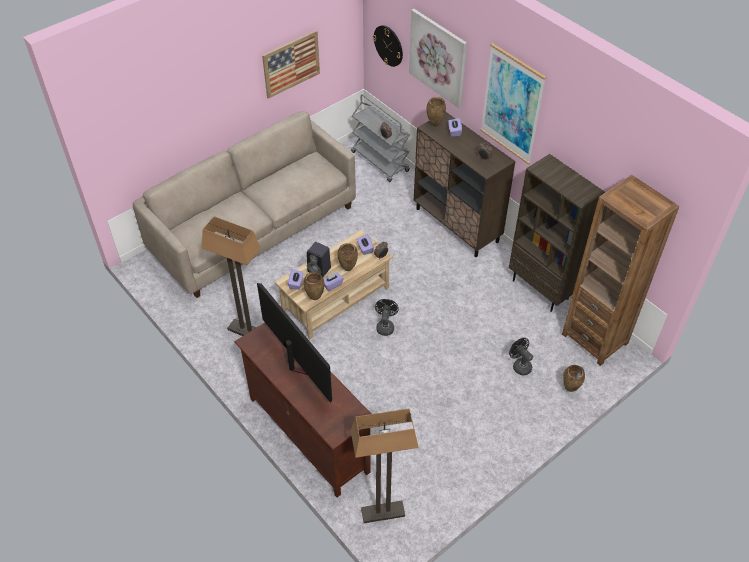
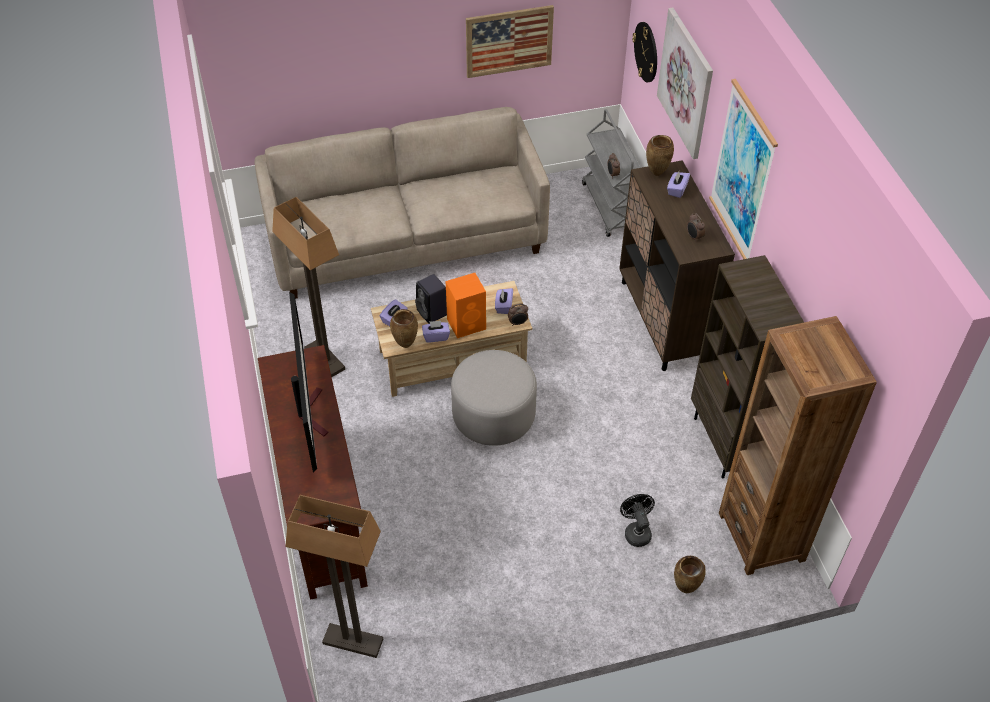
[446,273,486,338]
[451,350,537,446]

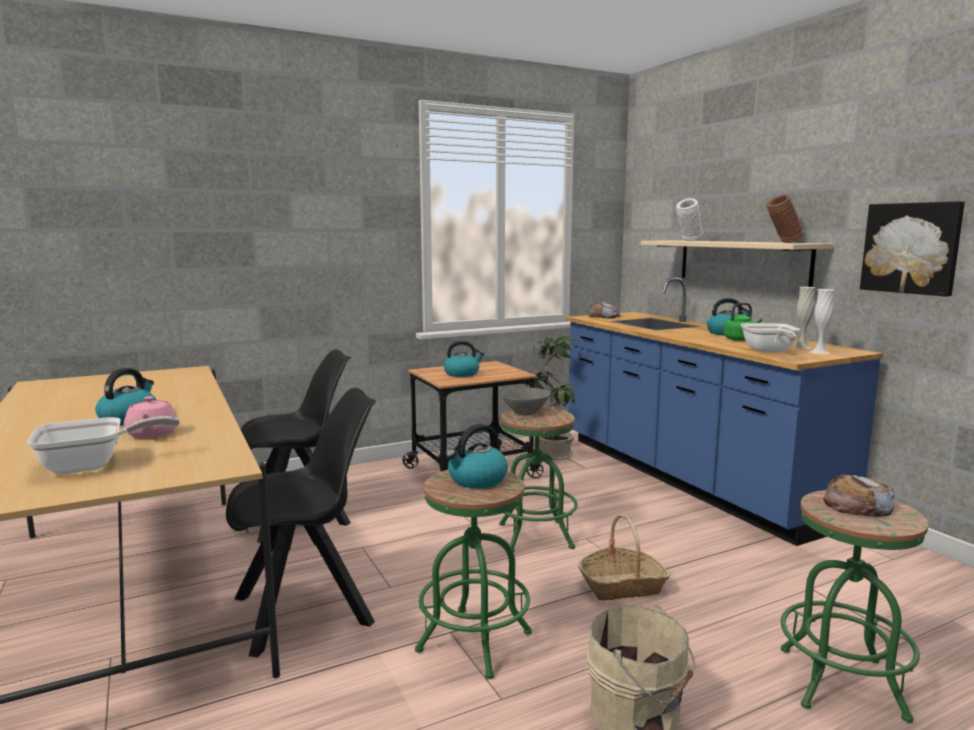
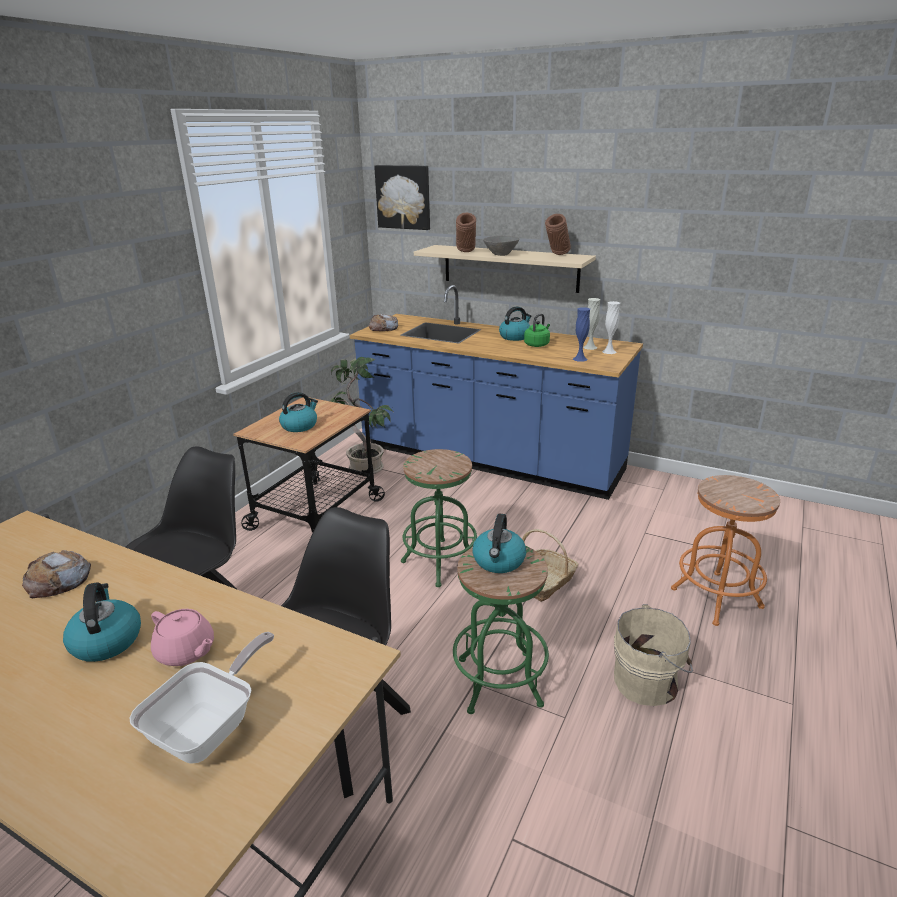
[456,213,476,252]
[374,165,430,230]
[573,307,590,362]
[483,236,520,256]
[22,550,91,598]
[671,475,780,626]

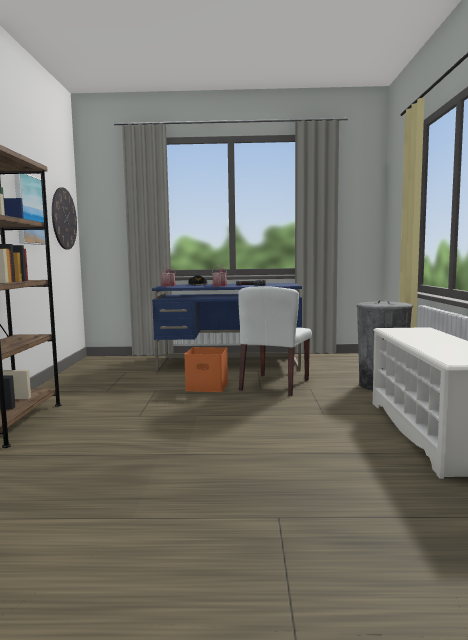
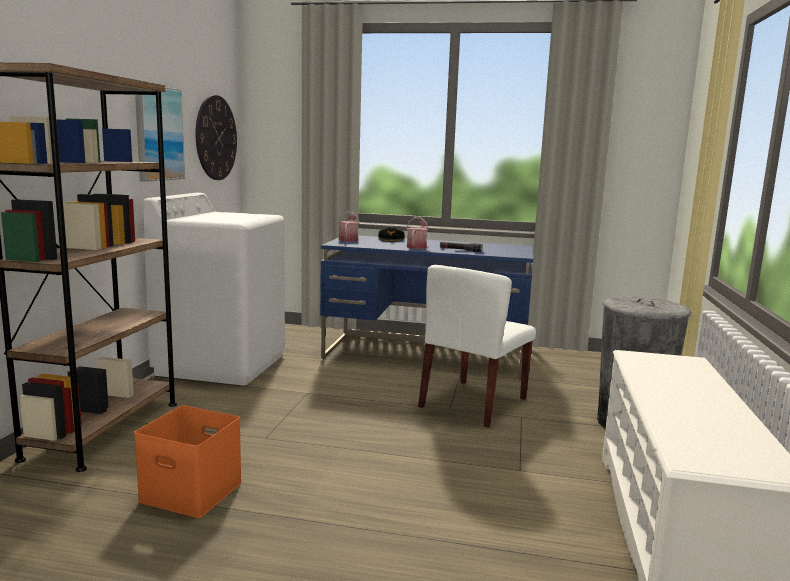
[134,405,242,518]
[143,193,285,385]

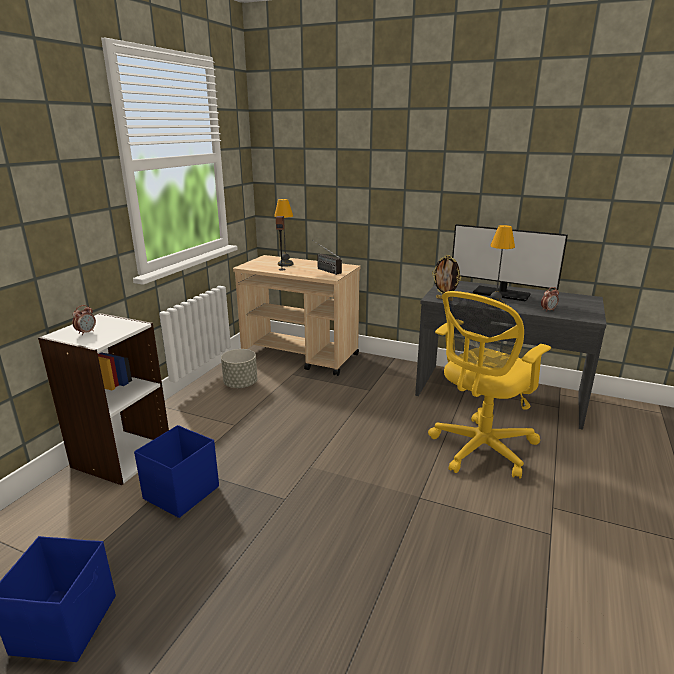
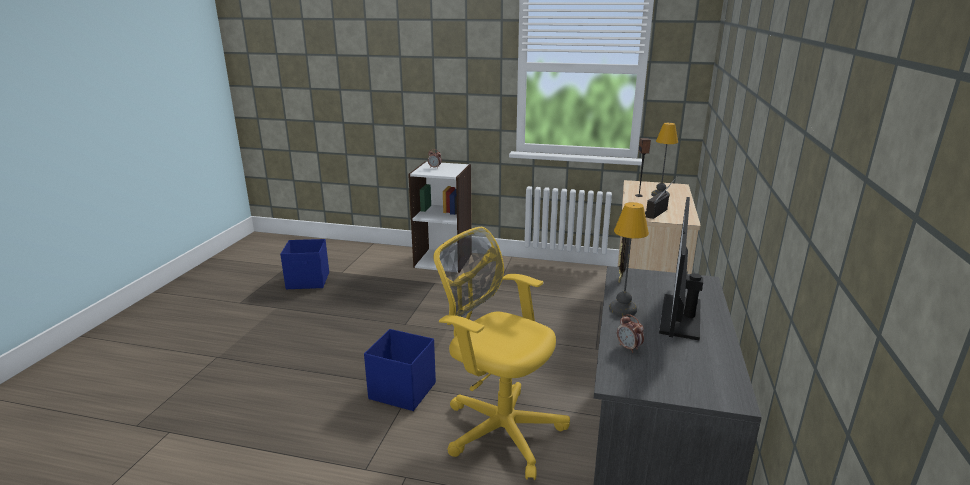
[221,349,257,388] (first image)
[364,329,436,411]

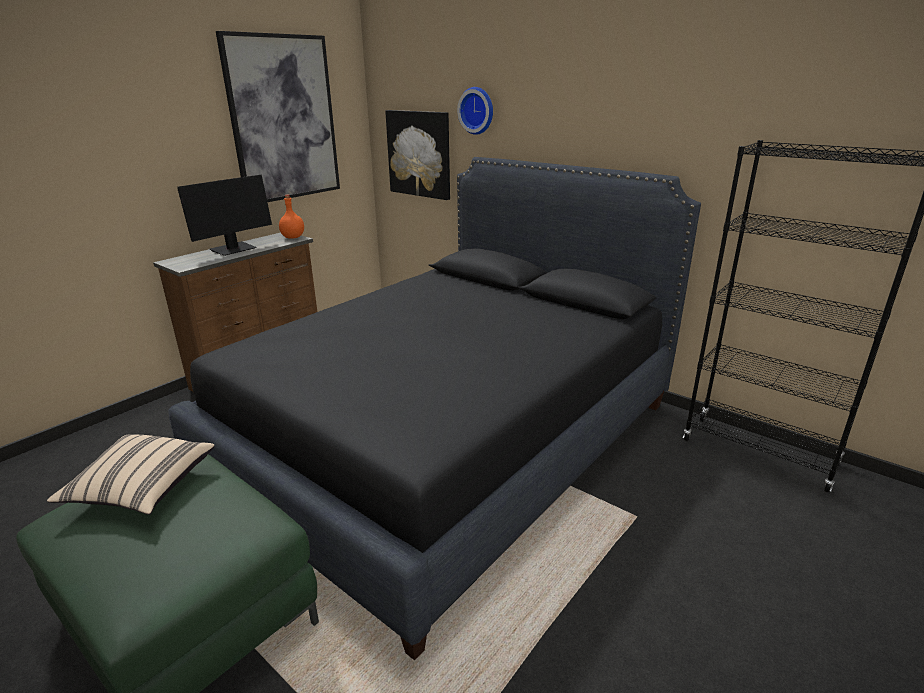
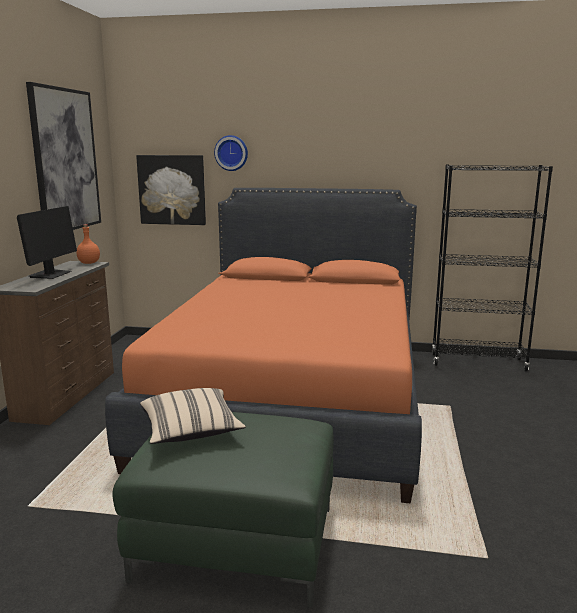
[105,188,422,504]

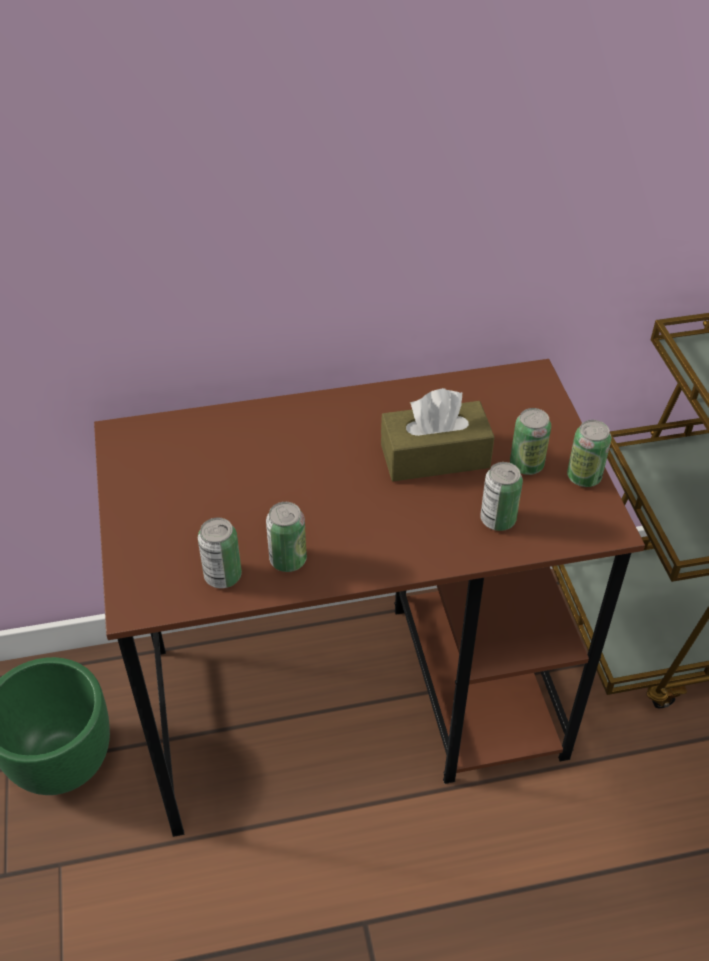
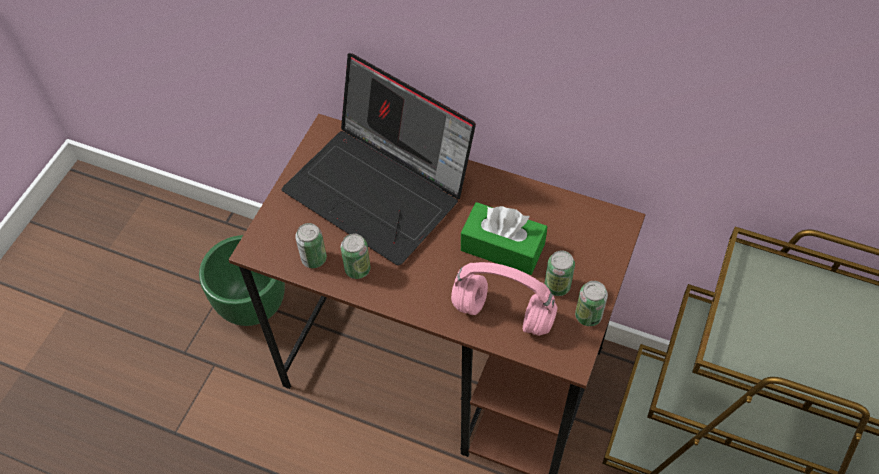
[461,202,547,275]
[451,262,558,336]
[282,53,476,265]

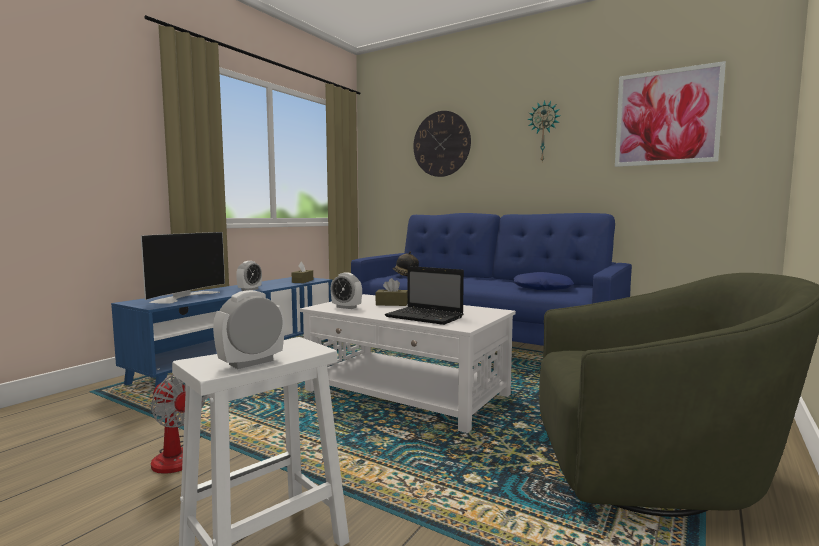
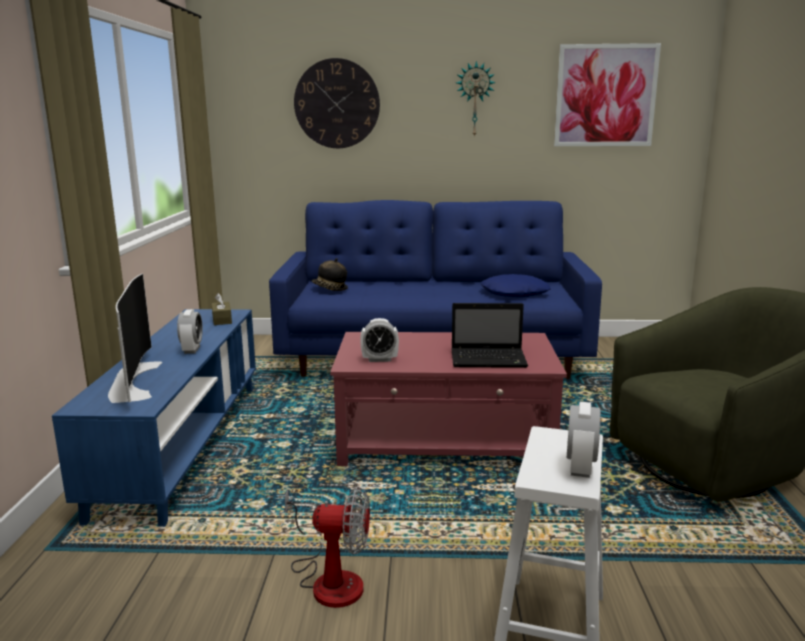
[375,278,407,306] (first image)
[330,332,567,466]

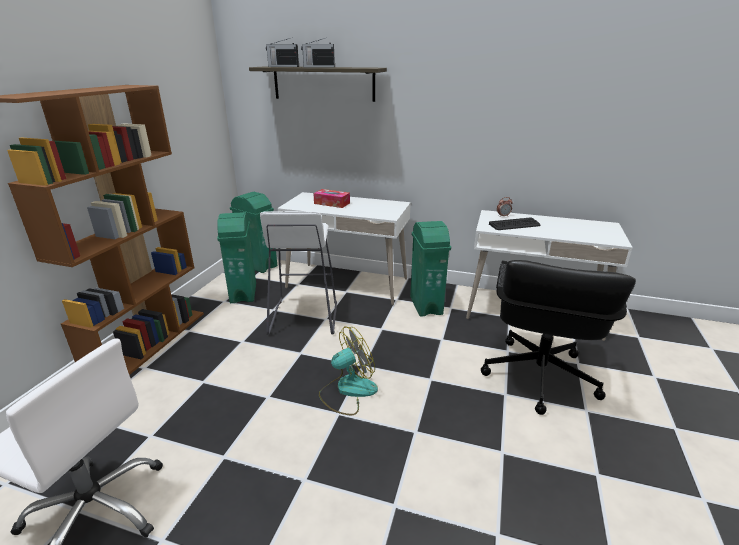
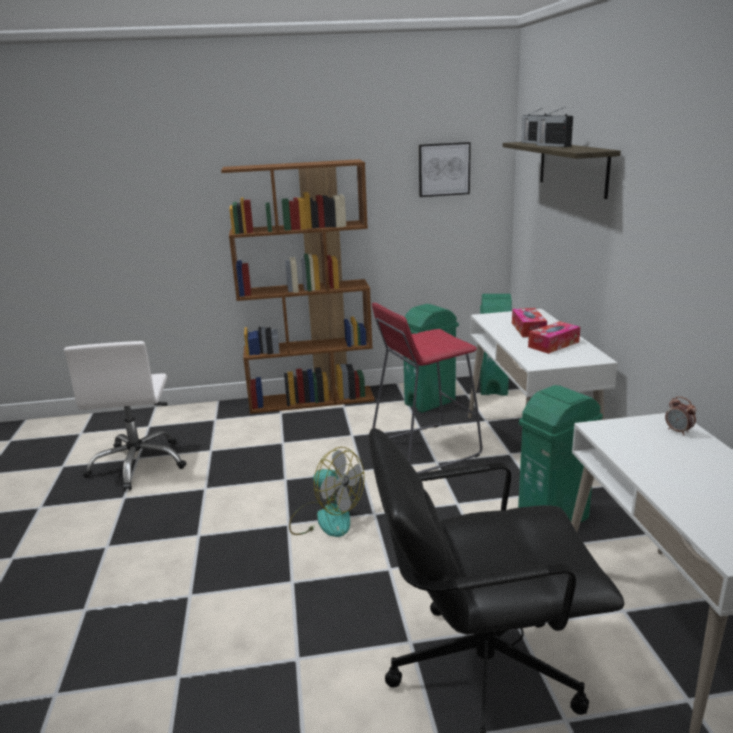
[372,303,483,474]
[489,217,540,230] (first image)
[419,142,471,197]
[528,321,580,354]

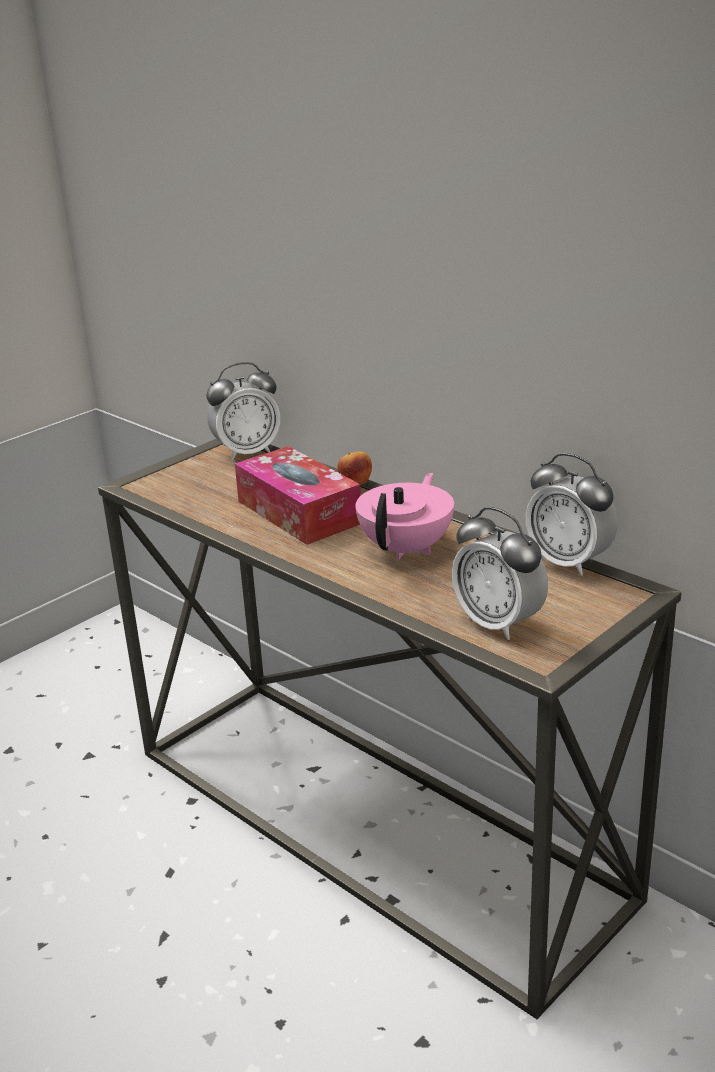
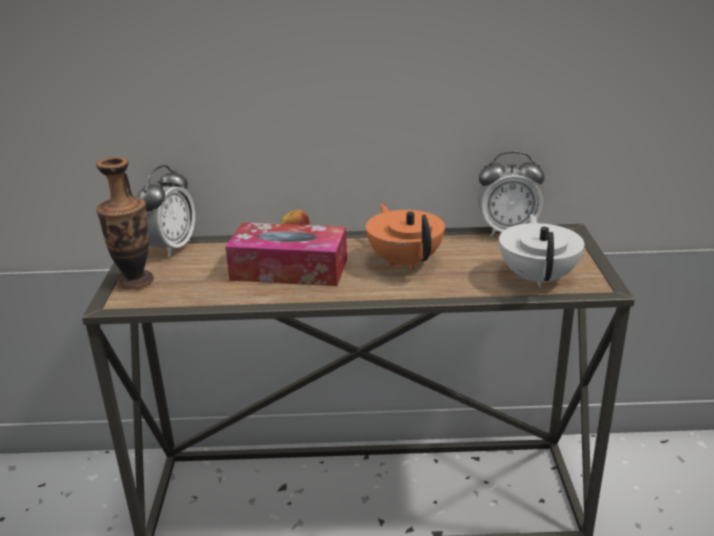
[366,203,445,270]
[499,214,584,288]
[96,157,154,290]

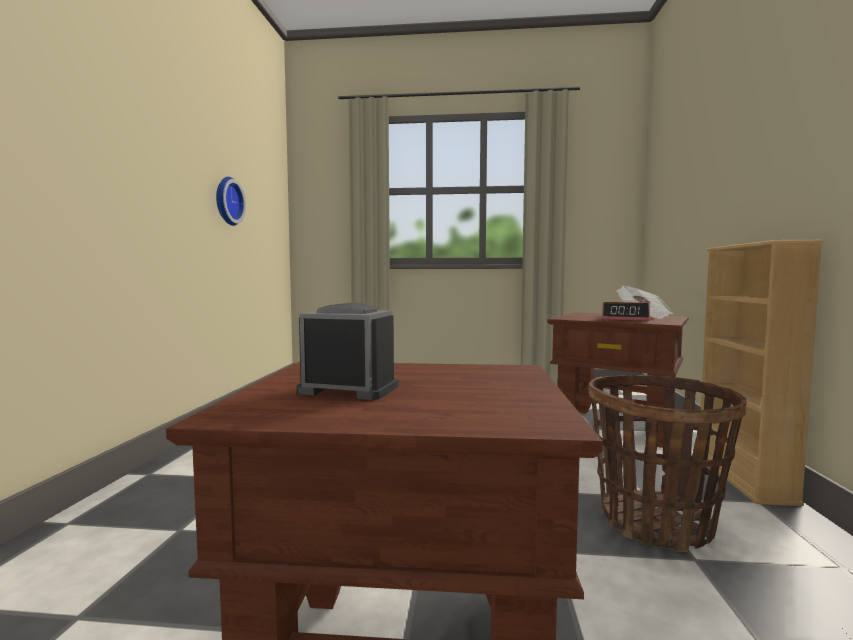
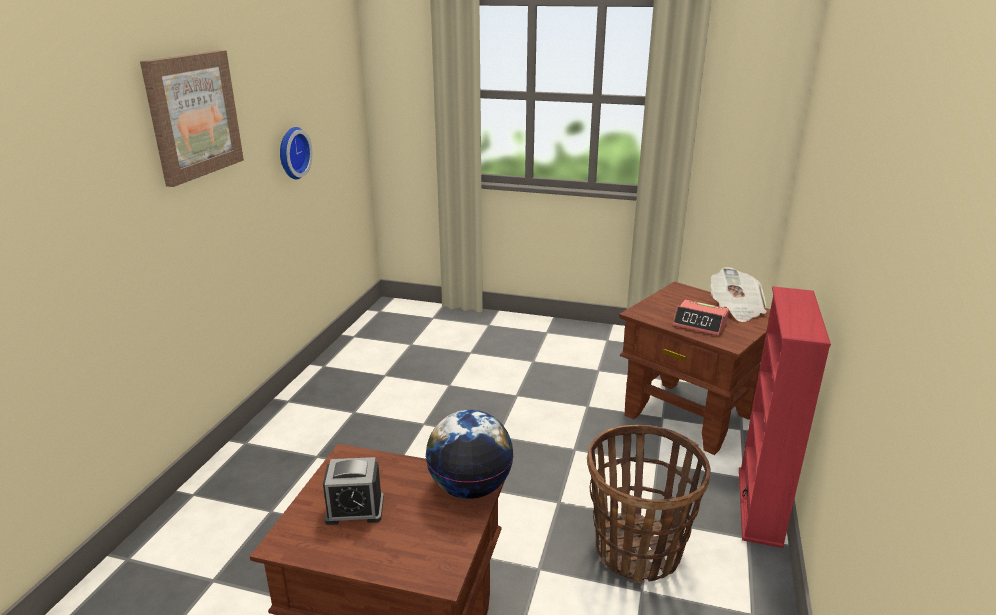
[739,287,831,548]
[323,457,384,525]
[140,50,244,187]
[426,410,514,499]

